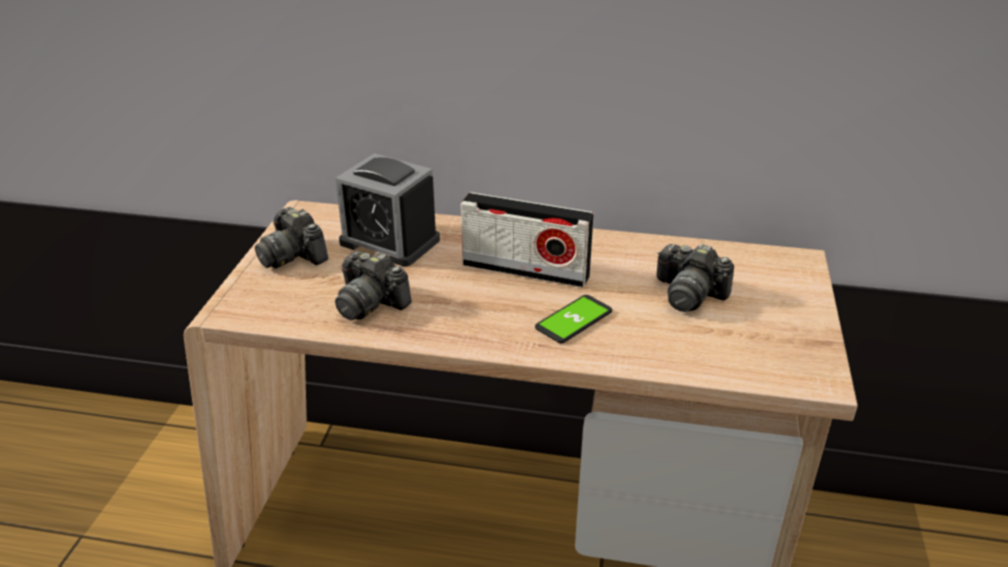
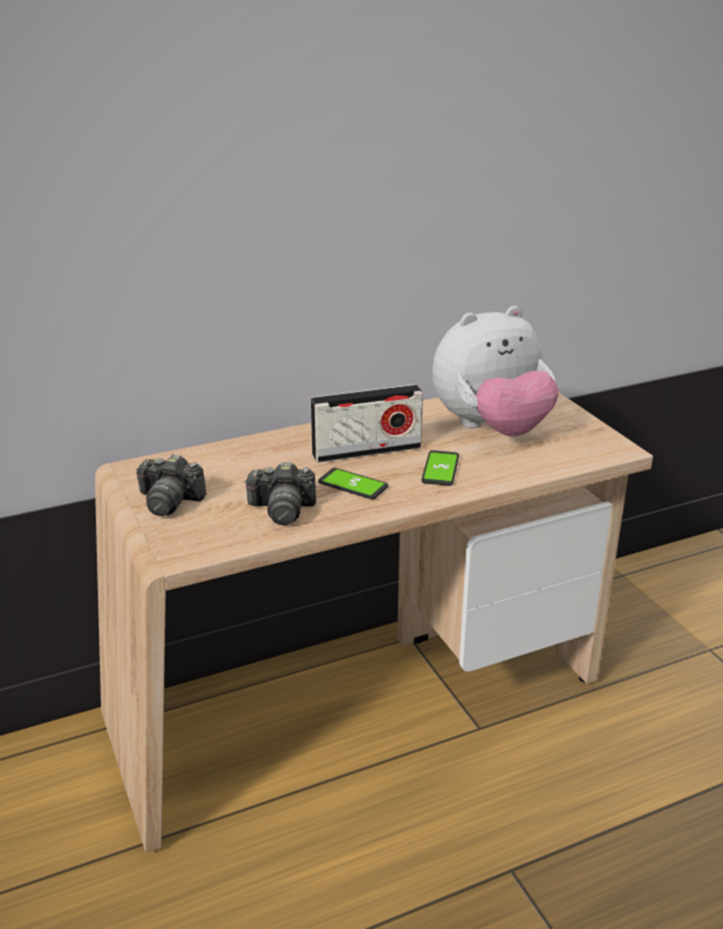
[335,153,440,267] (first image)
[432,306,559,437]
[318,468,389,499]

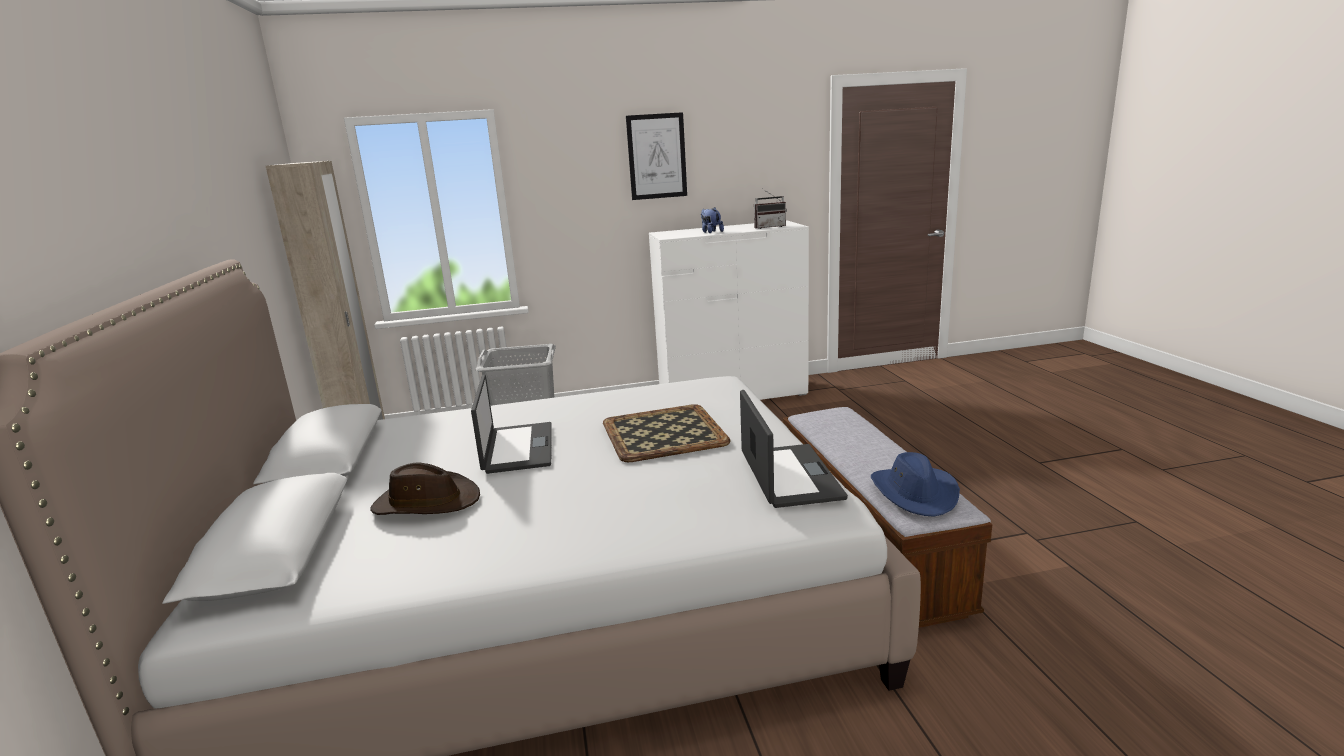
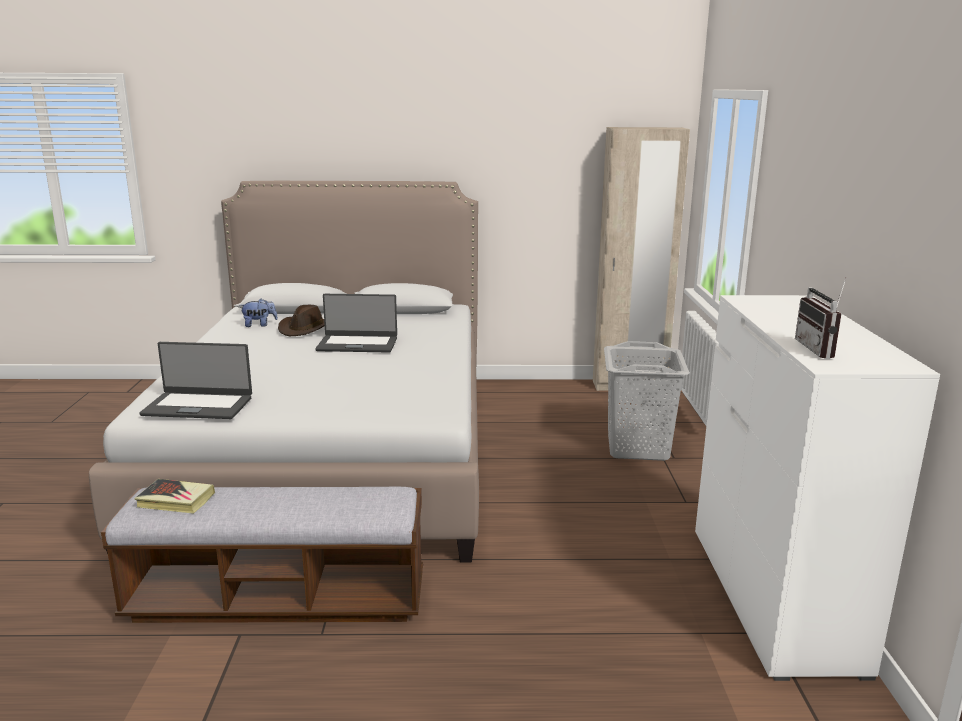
[626,112,687,200] (first image)
[239,298,278,327]
[603,404,731,462] (first image)
[135,479,215,514]

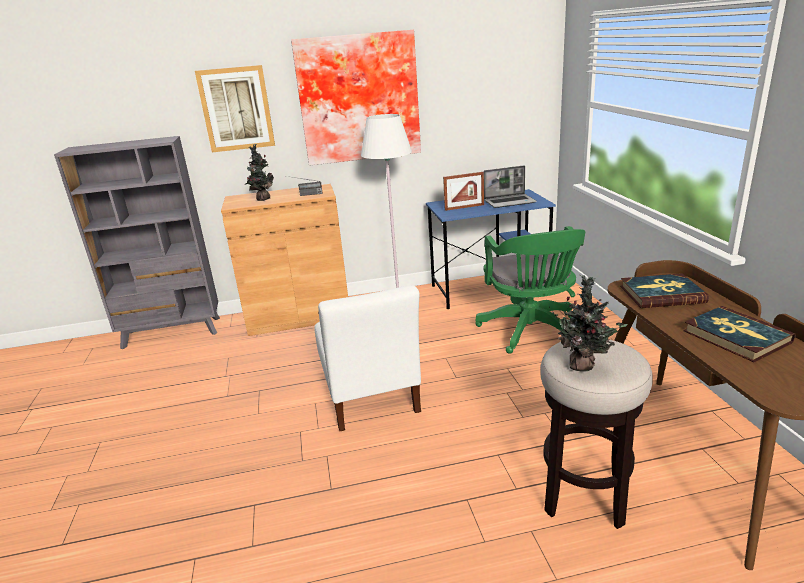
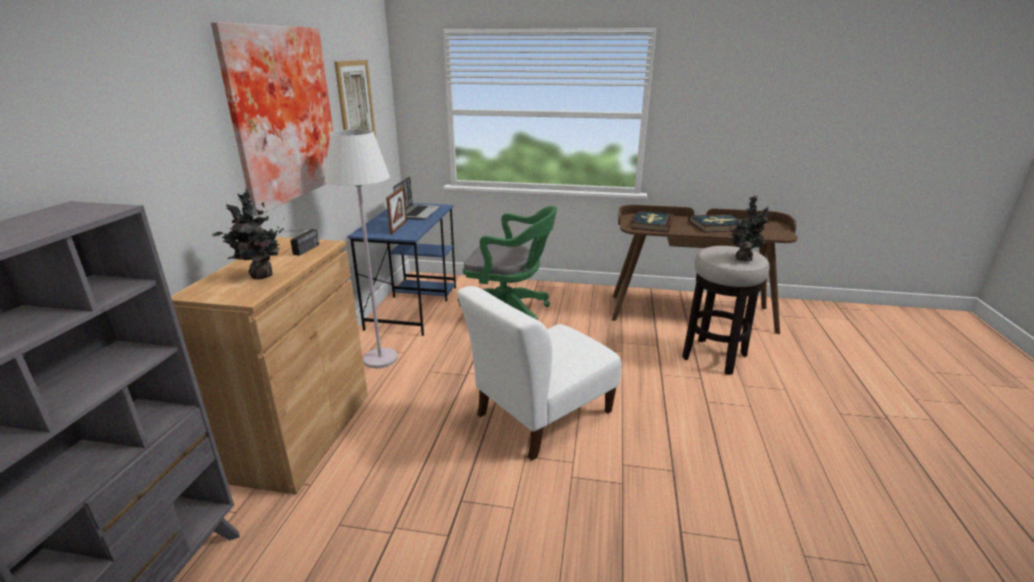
[334,60,376,137]
[457,286,621,460]

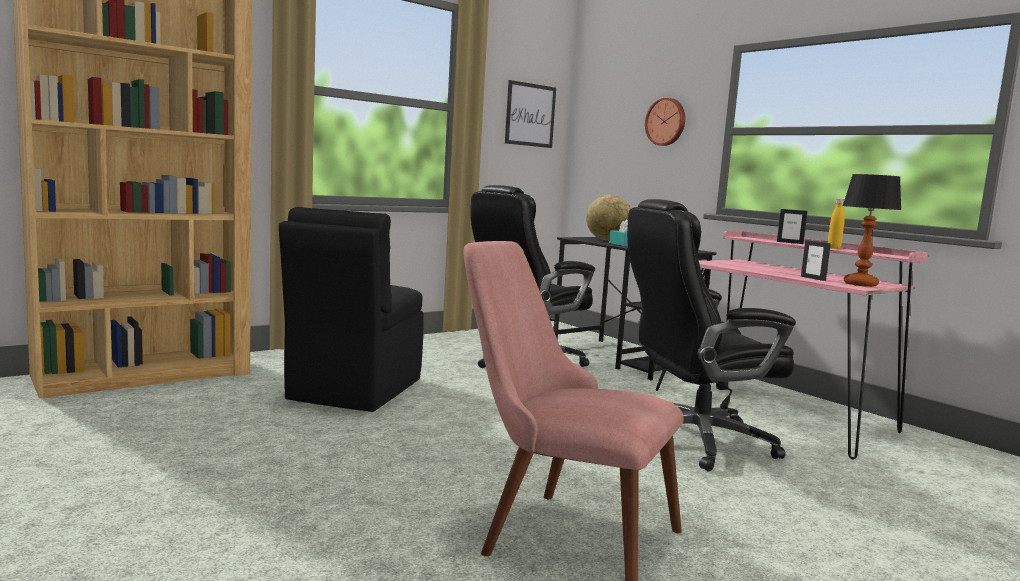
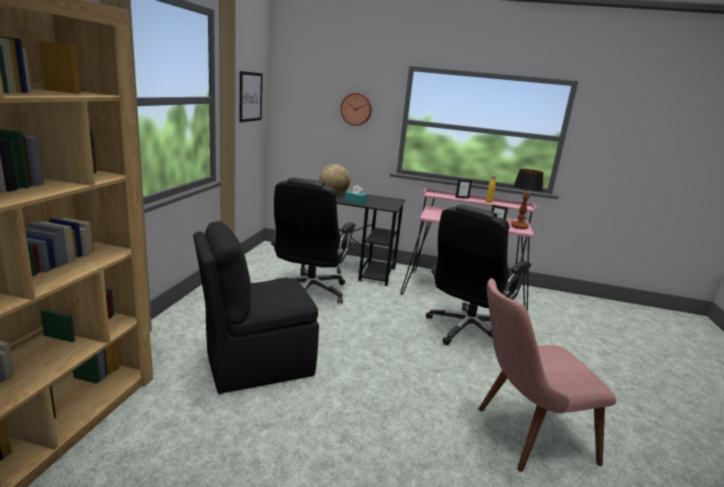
[193,221,319,394]

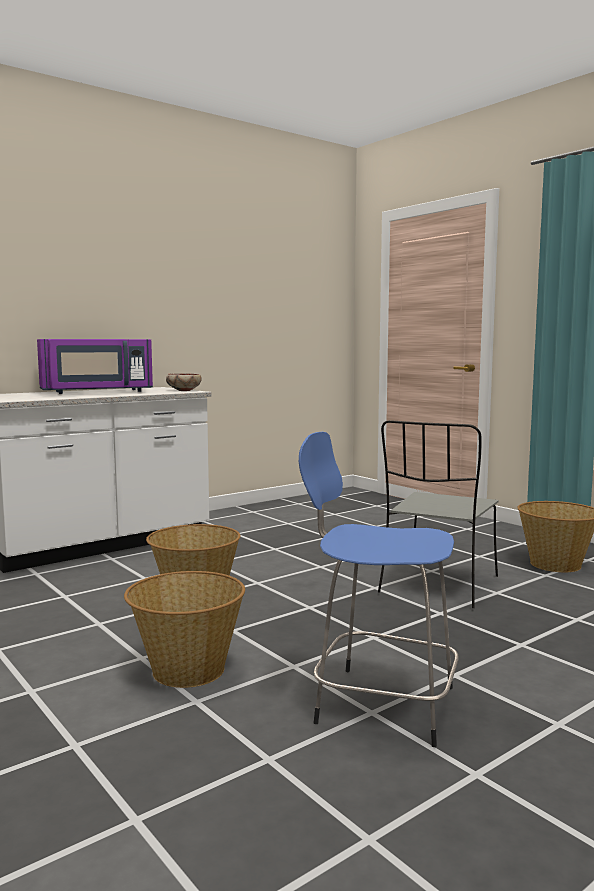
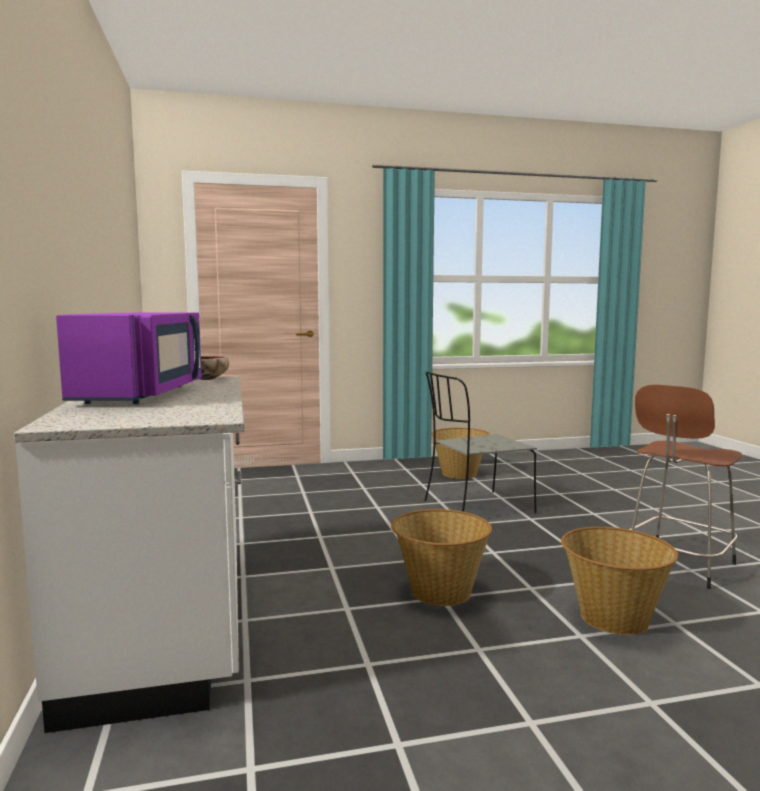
[424,372,537,513]
[629,385,742,589]

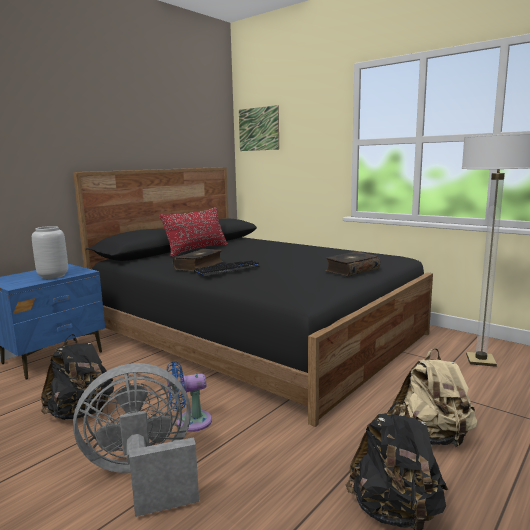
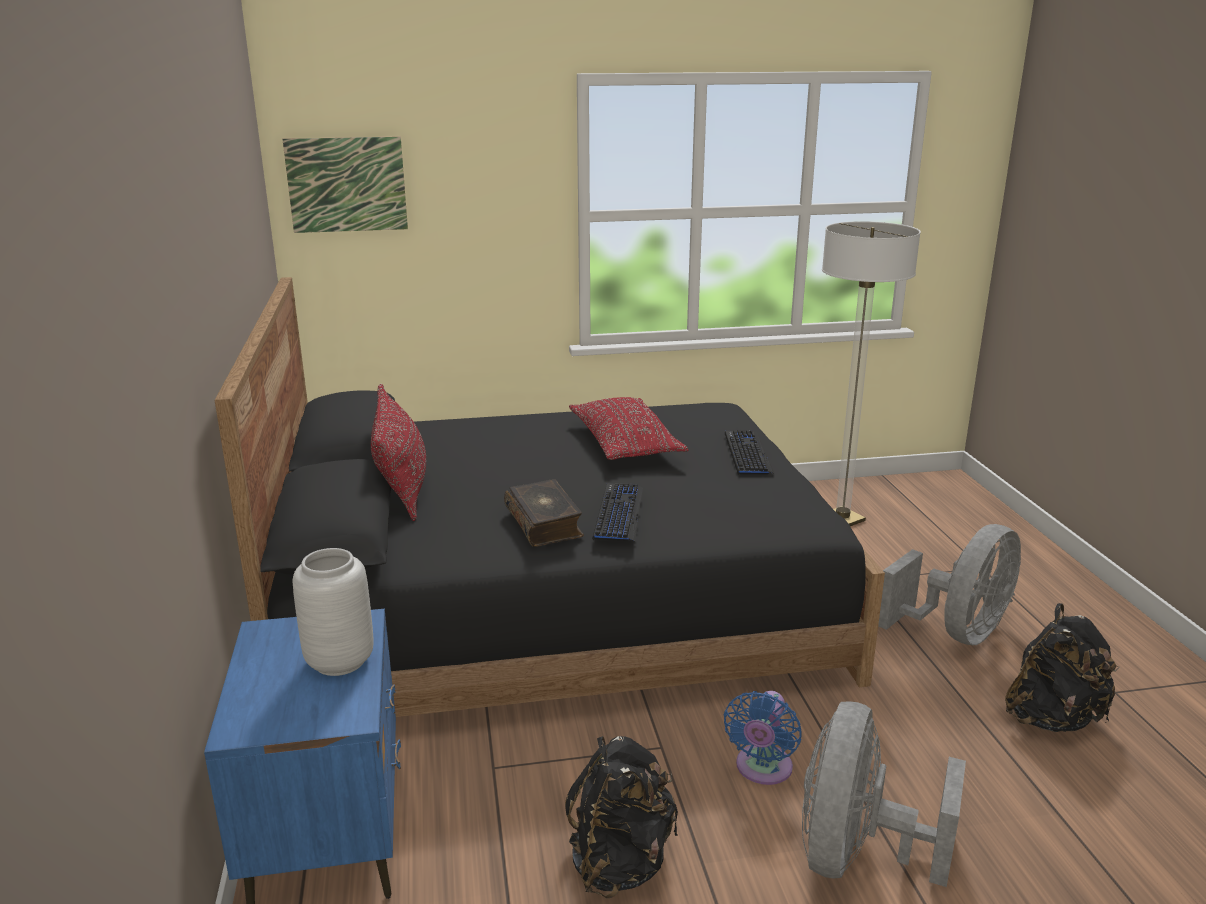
[725,430,775,475]
[878,524,1021,645]
[569,397,688,460]

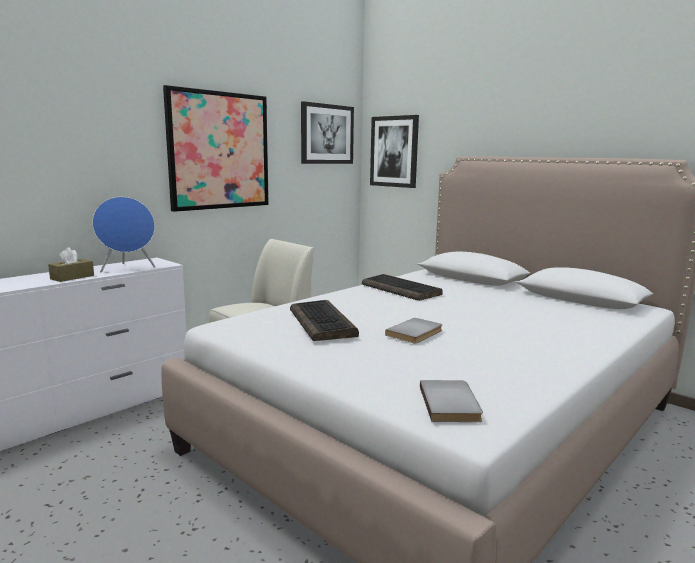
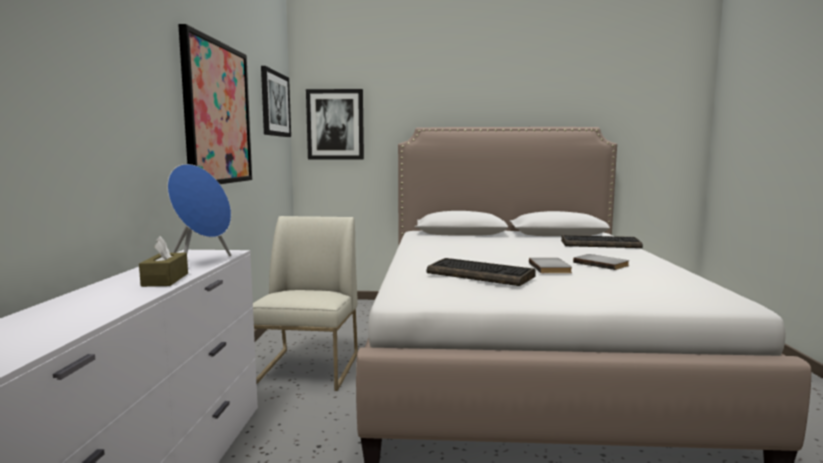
[561,235,643,248]
[573,254,629,270]

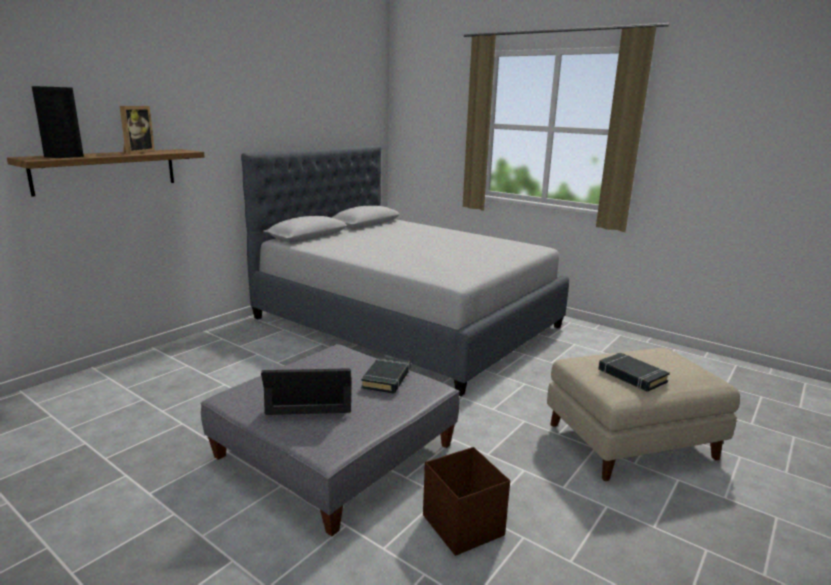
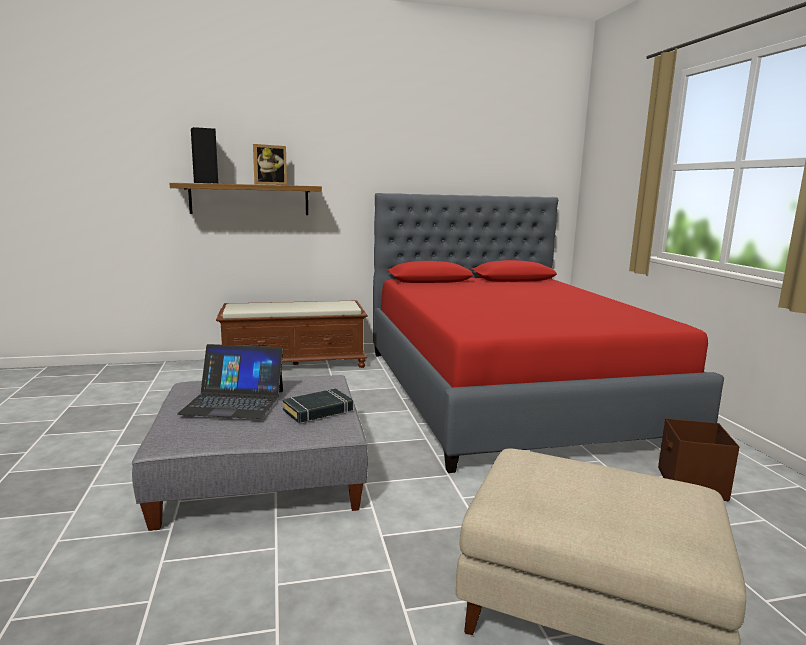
[373,193,724,473]
[598,352,670,392] (first image)
[177,344,283,419]
[658,418,740,501]
[216,300,368,368]

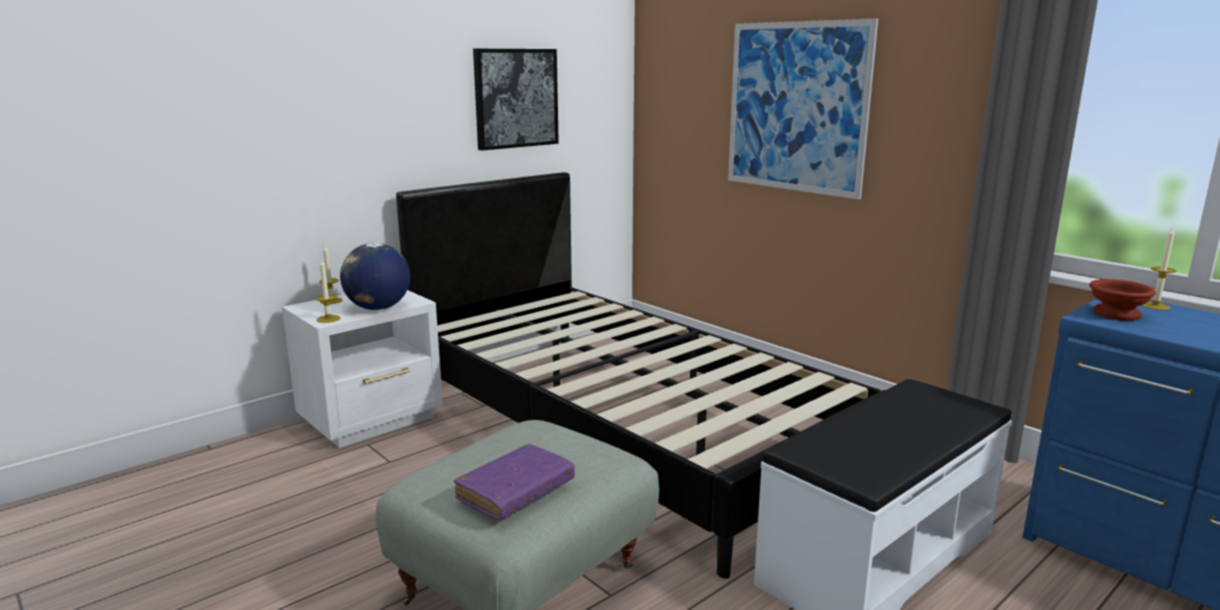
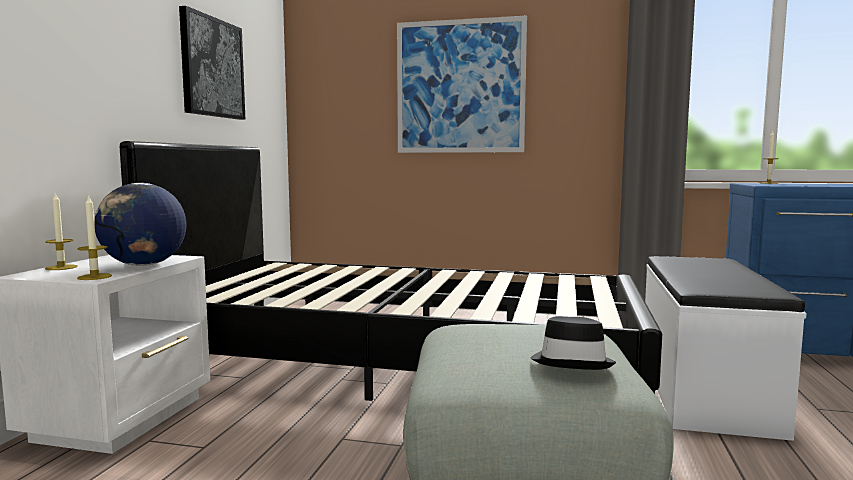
[1089,279,1156,321] (first image)
[531,316,616,370]

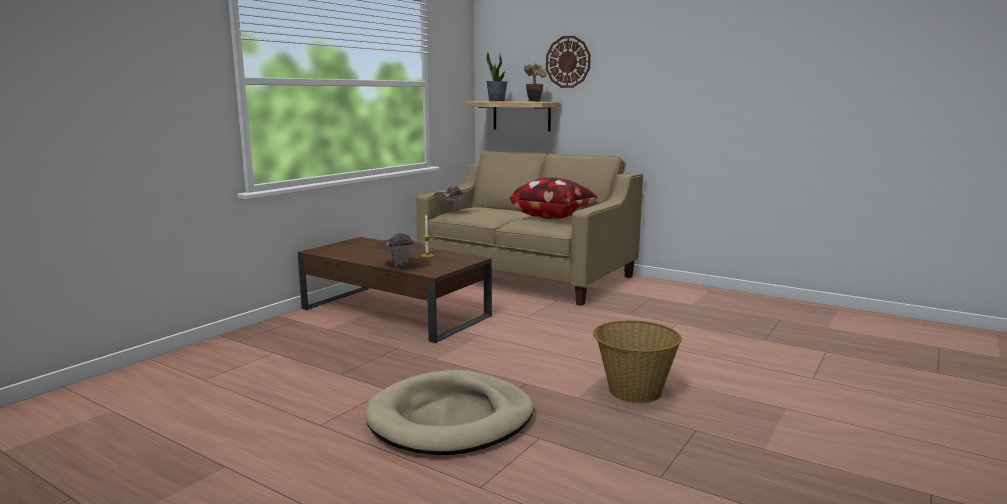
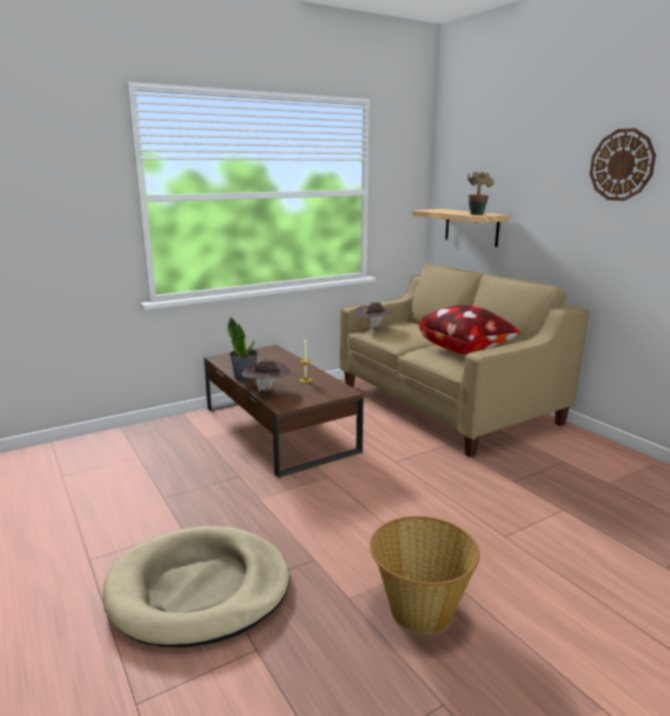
[590,128,656,201]
[227,317,258,381]

